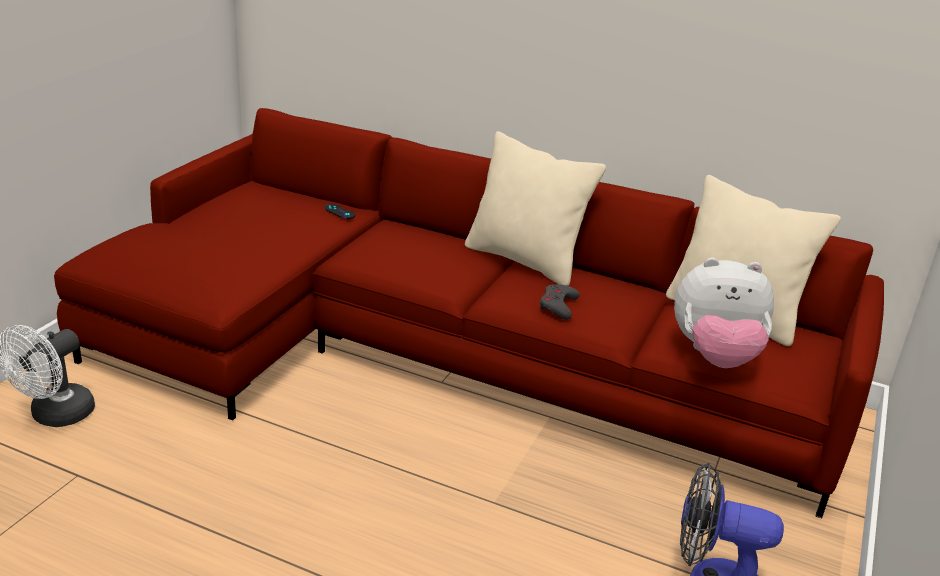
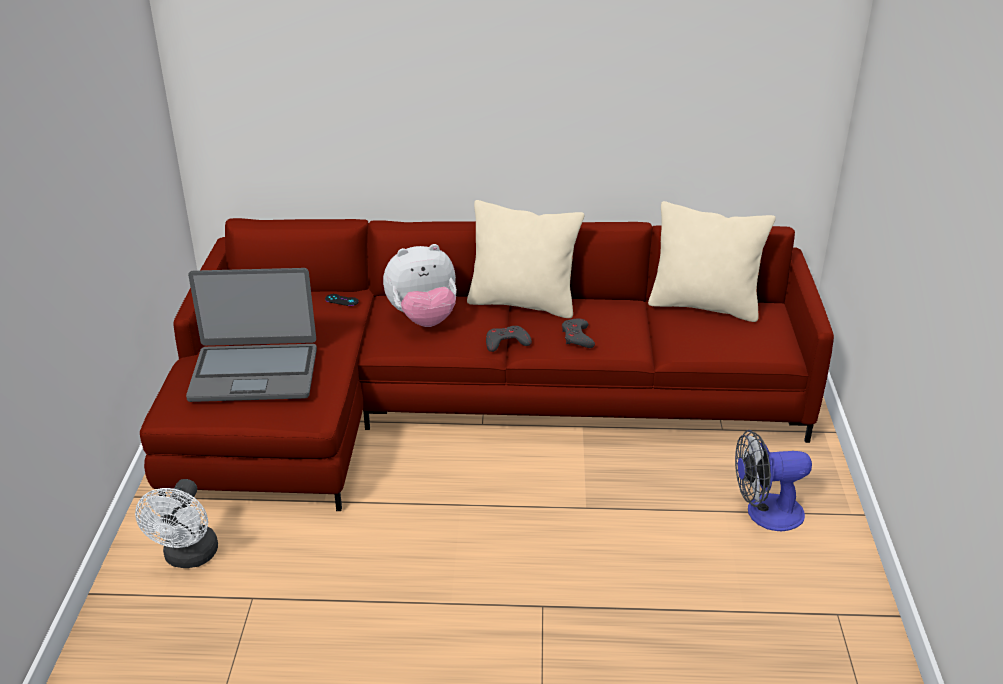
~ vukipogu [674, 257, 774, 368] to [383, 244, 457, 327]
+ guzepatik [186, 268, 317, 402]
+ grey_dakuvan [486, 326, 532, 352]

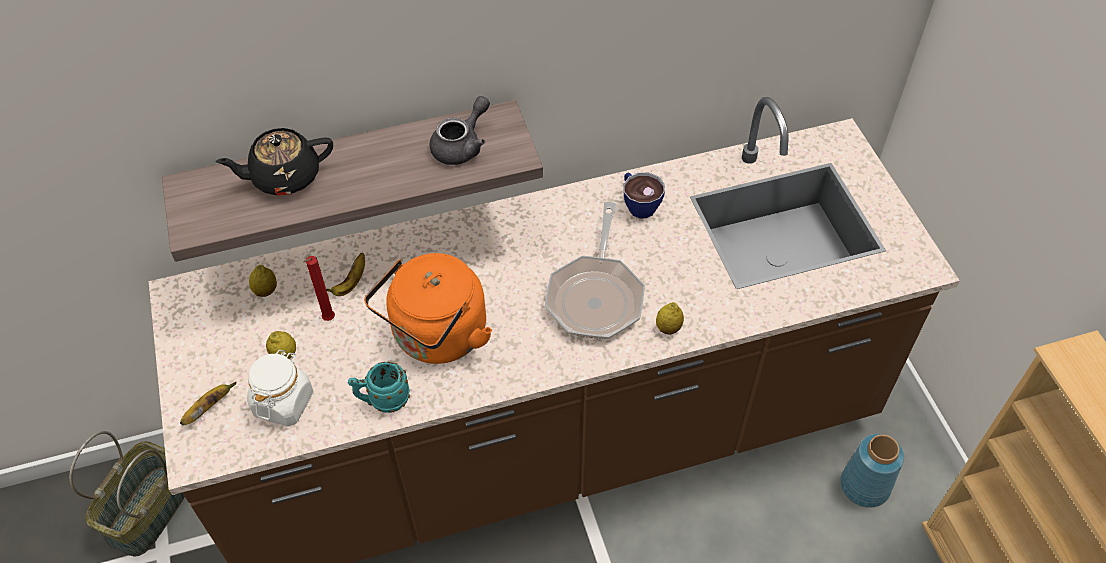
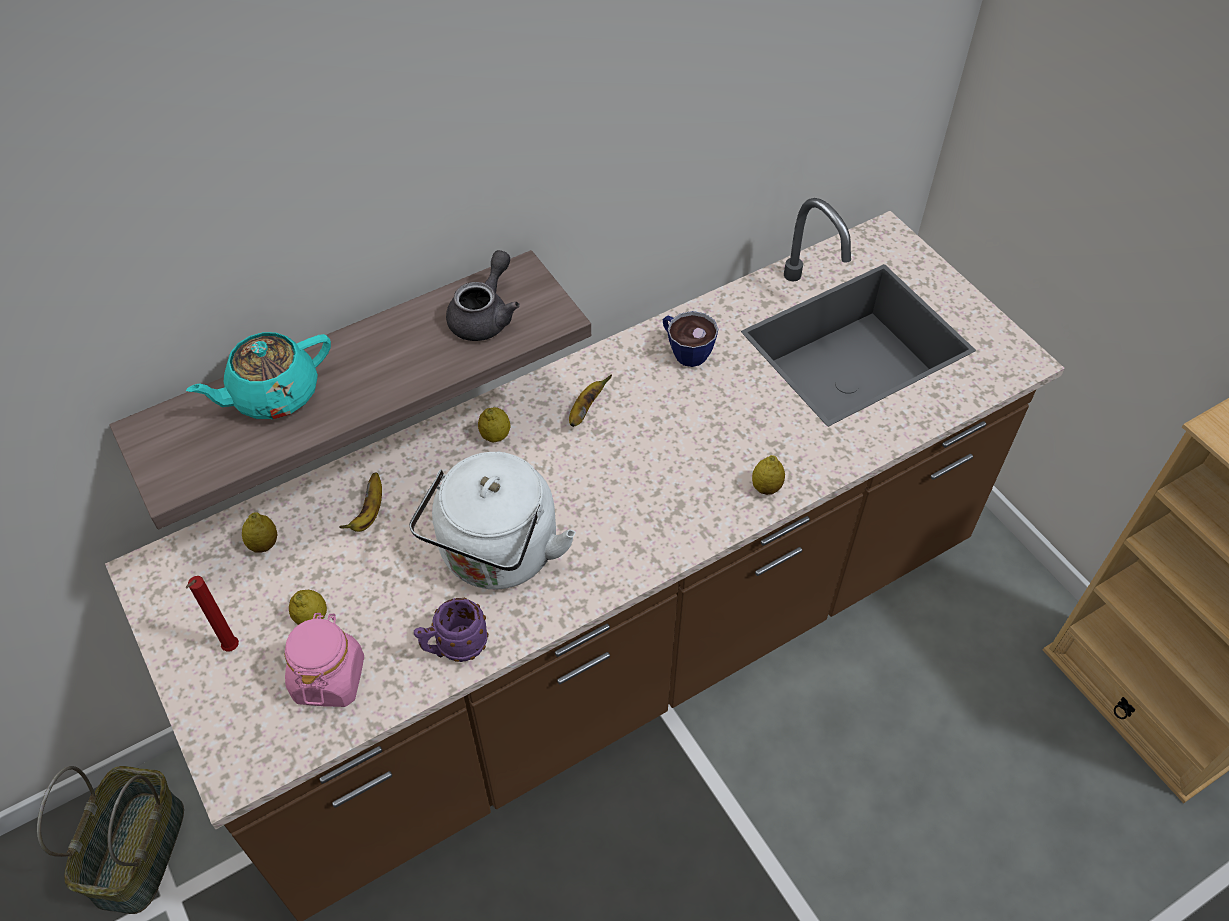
~ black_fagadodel [215, 128, 333, 196] to turquoise_fagadodel [186, 332, 331, 419]
- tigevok [545, 202, 645, 339]
~ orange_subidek [364, 253, 492, 364] to white_subidek [409, 452, 576, 589]
~ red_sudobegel [304, 256, 335, 321] to [186, 576, 239, 652]
~ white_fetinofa [247, 350, 313, 426] to pink_fetinofa [284, 613, 364, 707]
~ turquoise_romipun [348, 362, 410, 413] to purple_romipun [414, 598, 488, 662]
~ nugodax [180, 382, 237, 425] to [569, 374, 612, 427]
- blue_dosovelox [840, 434, 904, 508]
+ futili [478, 407, 511, 442]

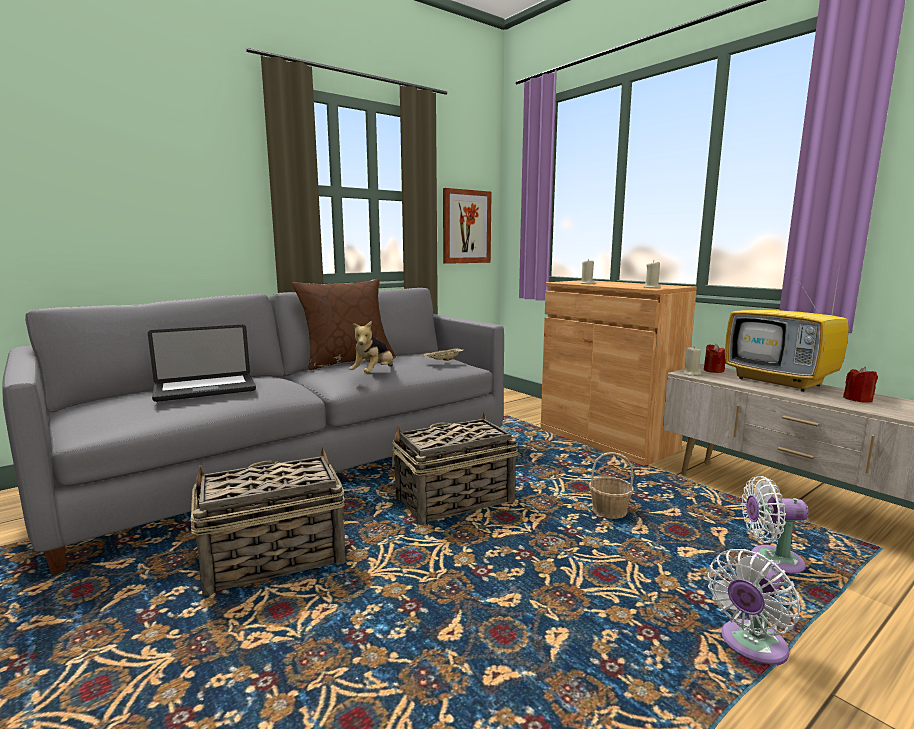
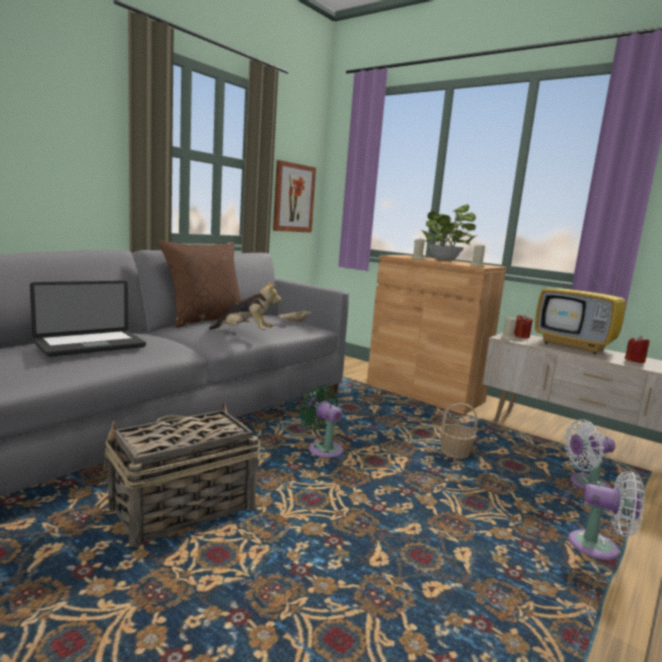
~ vukipogu [349, 321, 393, 373] = [209, 281, 281, 330] 90 degrees counterclockwise
~ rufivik [392, 412, 518, 525] to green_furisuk [299, 385, 343, 458]
~ white_furisuk [707, 549, 800, 666] = [568, 471, 645, 560] 105 degrees counterclockwise
+ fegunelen [422, 204, 477, 261]

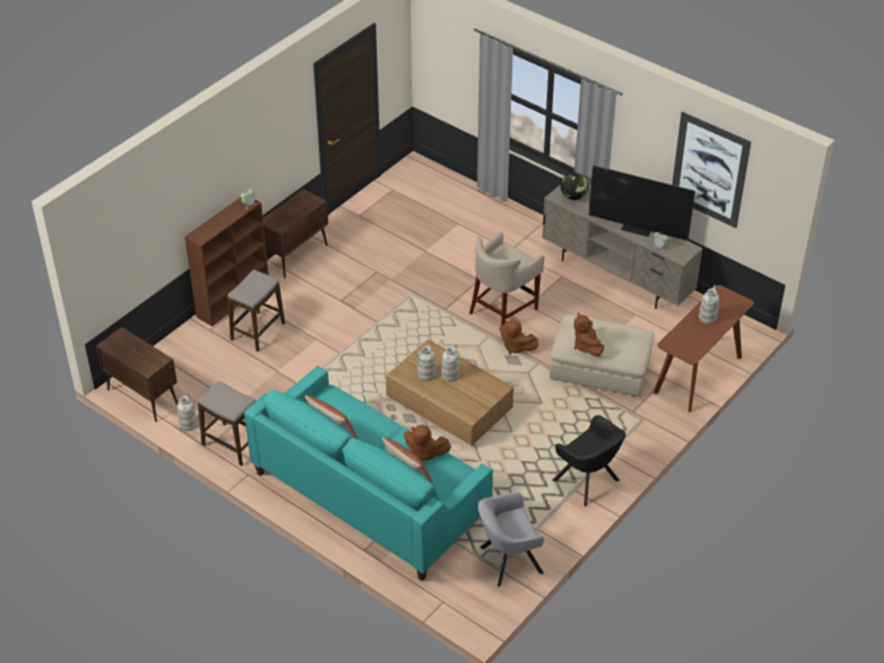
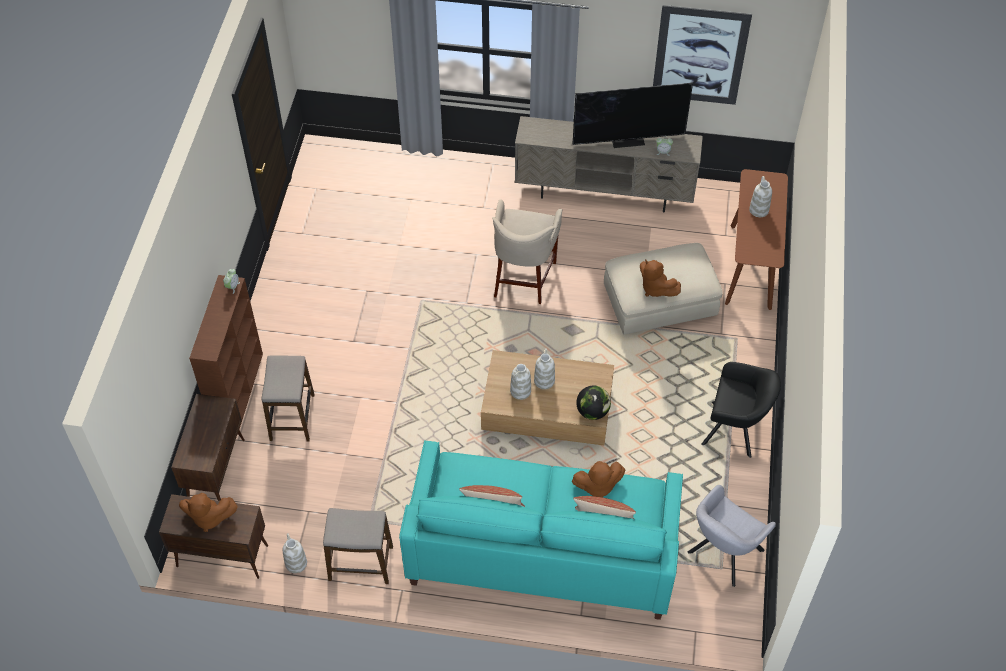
~ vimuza [561, 172, 588, 200] to [576, 385, 611, 420]
~ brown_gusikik [263, 189, 328, 278] to [171, 394, 245, 501]
~ brown_vukipogu [499, 320, 539, 354] to [179, 493, 238, 532]

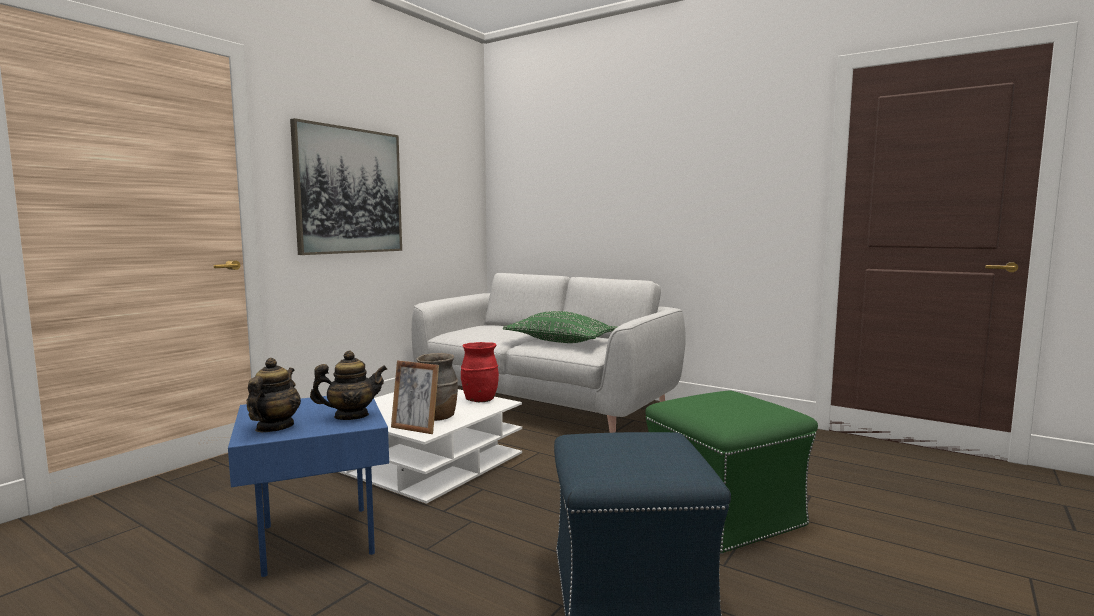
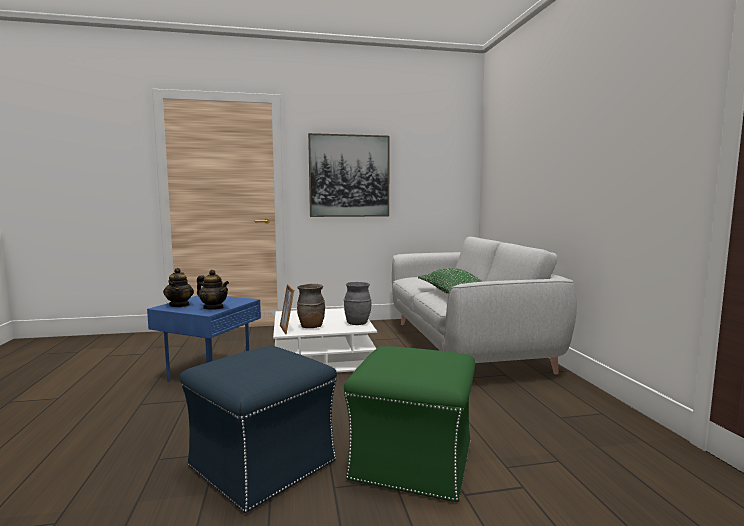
~ red_dosovelox [461, 342, 499, 402] to grey_dosovelox [344, 282, 371, 325]
~ fagadodel [247, 358, 301, 432] = [163, 268, 194, 307] 120 degrees clockwise

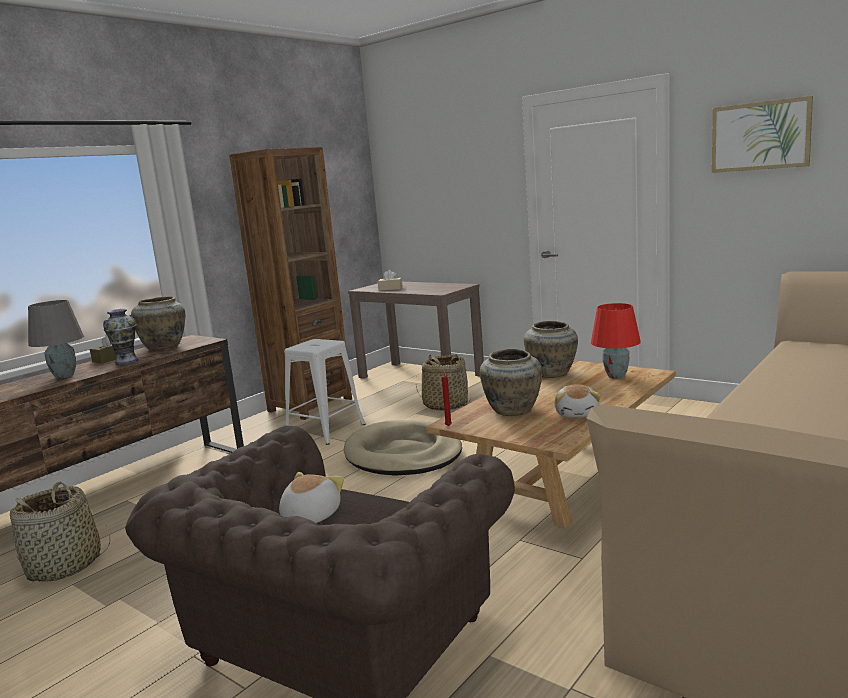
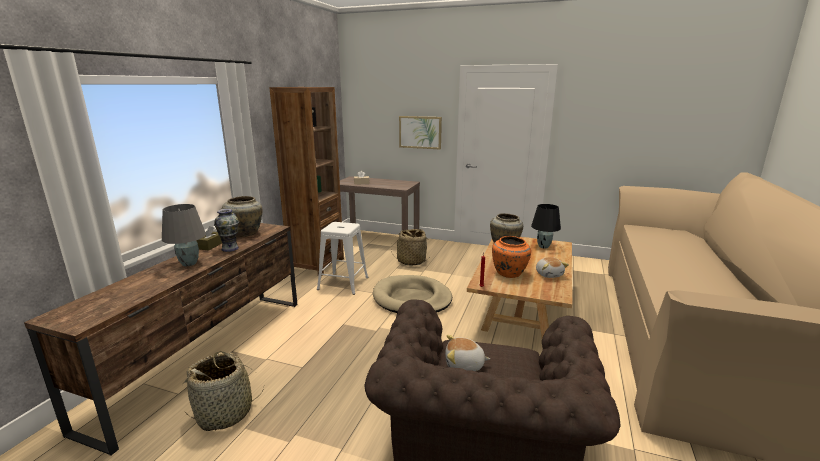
~ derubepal [712, 96, 813, 173] to [399, 116, 442, 149]
~ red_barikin [591, 303, 641, 379] to black_barikin [531, 204, 561, 249]
~ beige_dosovelox [480, 349, 542, 416] to orange_dosovelox [492, 236, 531, 278]
~ vukipogu [279, 472, 344, 523] = [445, 335, 490, 371] 90 degrees counterclockwise

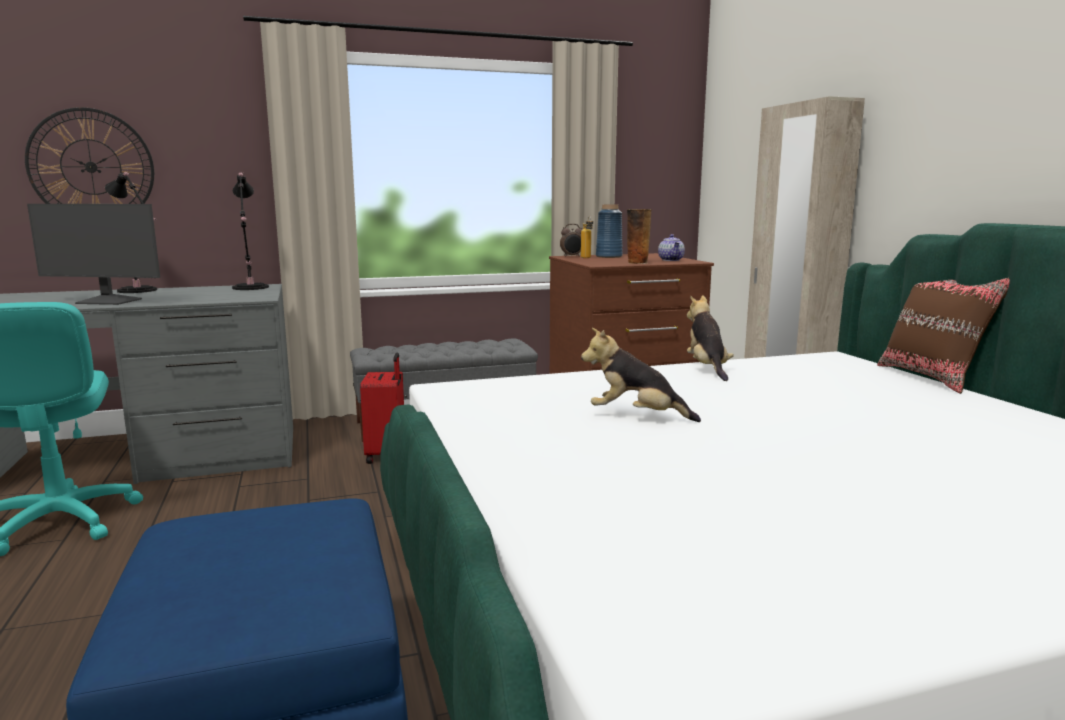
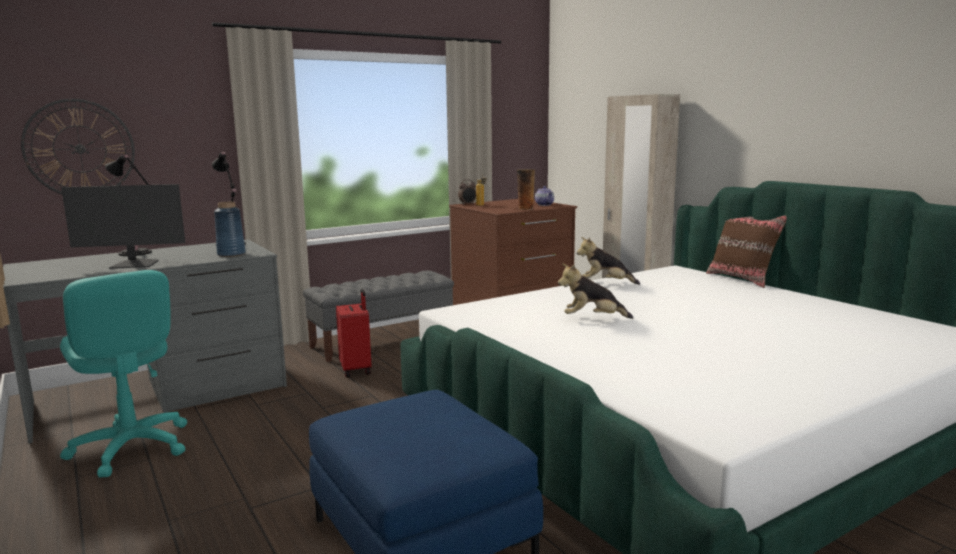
~ blue_dosovelox [596, 204, 622, 258] to [214, 202, 246, 257]
~ vukipogu [687, 295, 734, 381] = [577, 237, 640, 285] 60 degrees counterclockwise

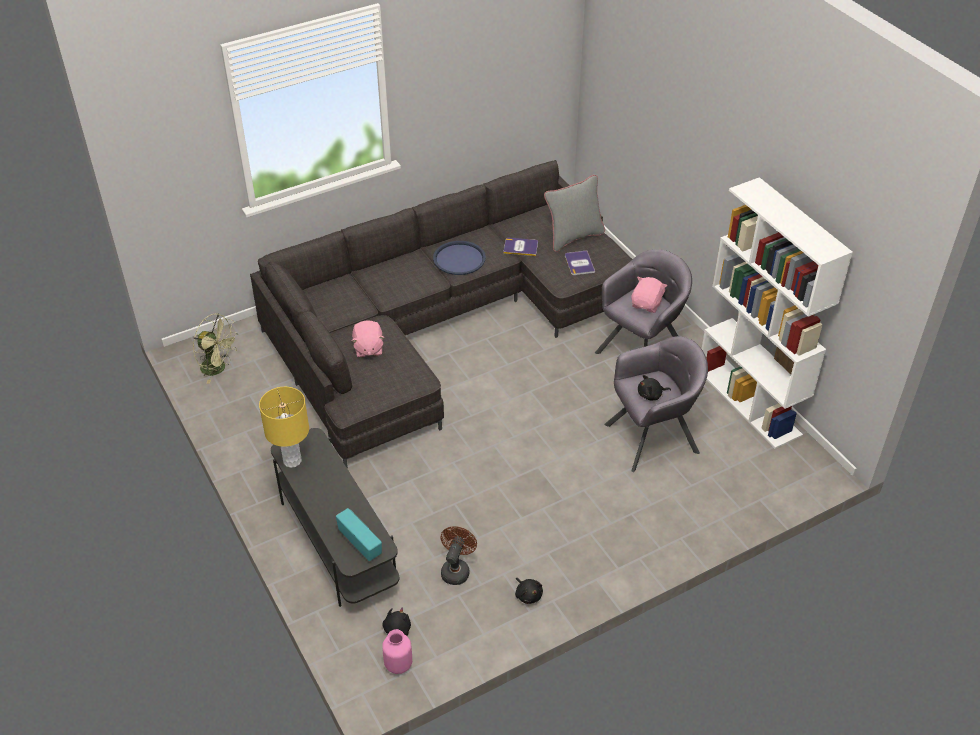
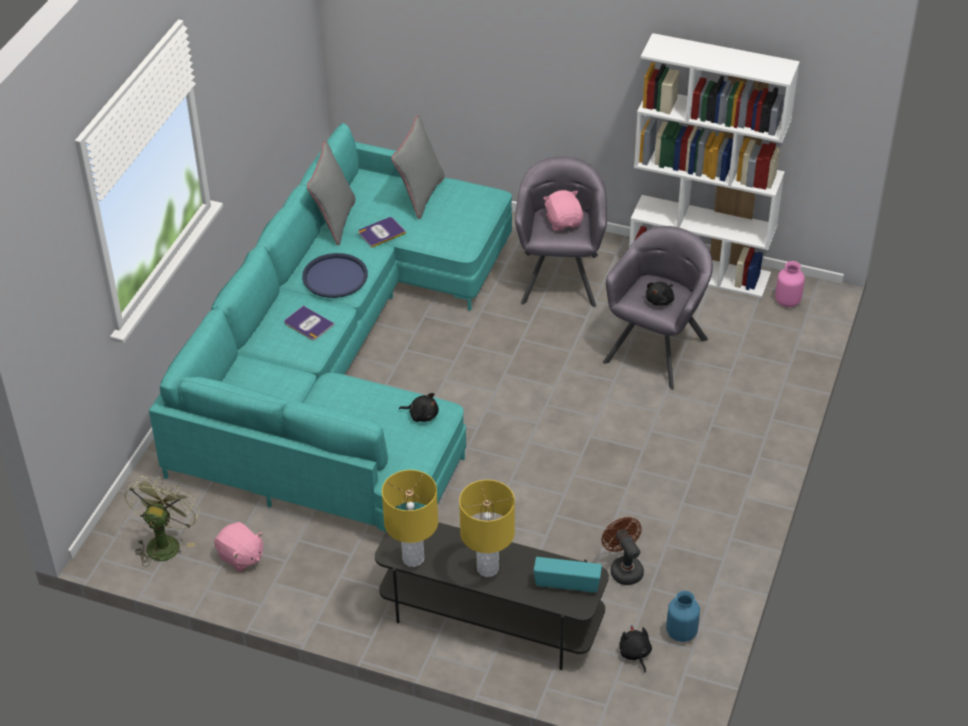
~ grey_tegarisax [250, 160, 633, 468] to turquoise_tegarisax [149, 123, 512, 532]
~ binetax [565, 251, 595, 275] to [284, 306, 334, 340]
~ green_furisuk [193, 313, 239, 384] = [124, 476, 200, 567] 60 degrees counterclockwise
~ pink_vukipogu [352, 321, 384, 358] to [214, 522, 263, 572]
~ black_vukipogu [515, 577, 543, 604] to [399, 393, 439, 422]
~ pink_dosovelox [382, 629, 412, 674] to [775, 261, 805, 307]
+ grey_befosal [307, 141, 355, 245]
+ yellow_barikin [459, 480, 515, 577]
+ blue_dosovelox [666, 591, 700, 642]

